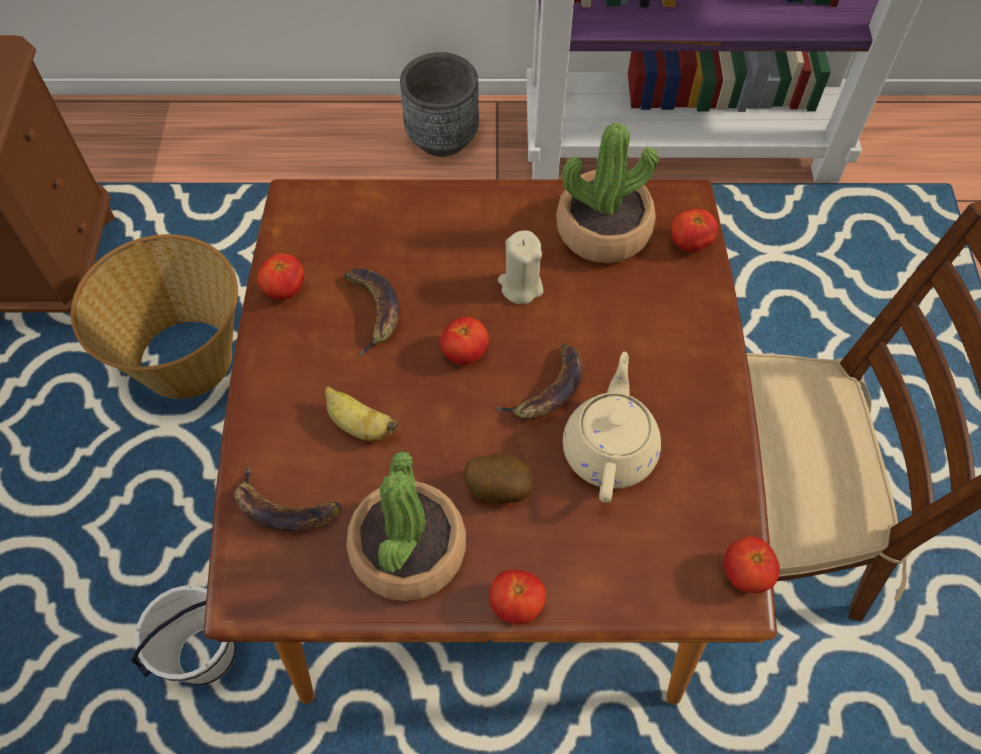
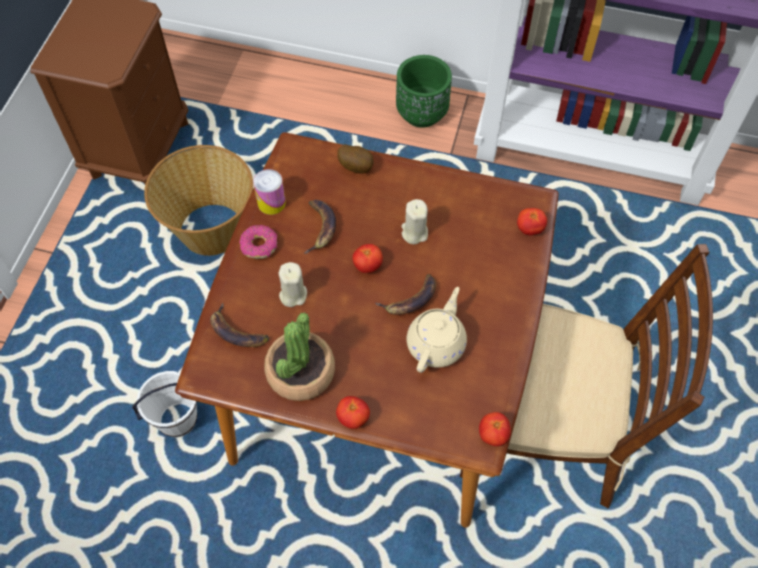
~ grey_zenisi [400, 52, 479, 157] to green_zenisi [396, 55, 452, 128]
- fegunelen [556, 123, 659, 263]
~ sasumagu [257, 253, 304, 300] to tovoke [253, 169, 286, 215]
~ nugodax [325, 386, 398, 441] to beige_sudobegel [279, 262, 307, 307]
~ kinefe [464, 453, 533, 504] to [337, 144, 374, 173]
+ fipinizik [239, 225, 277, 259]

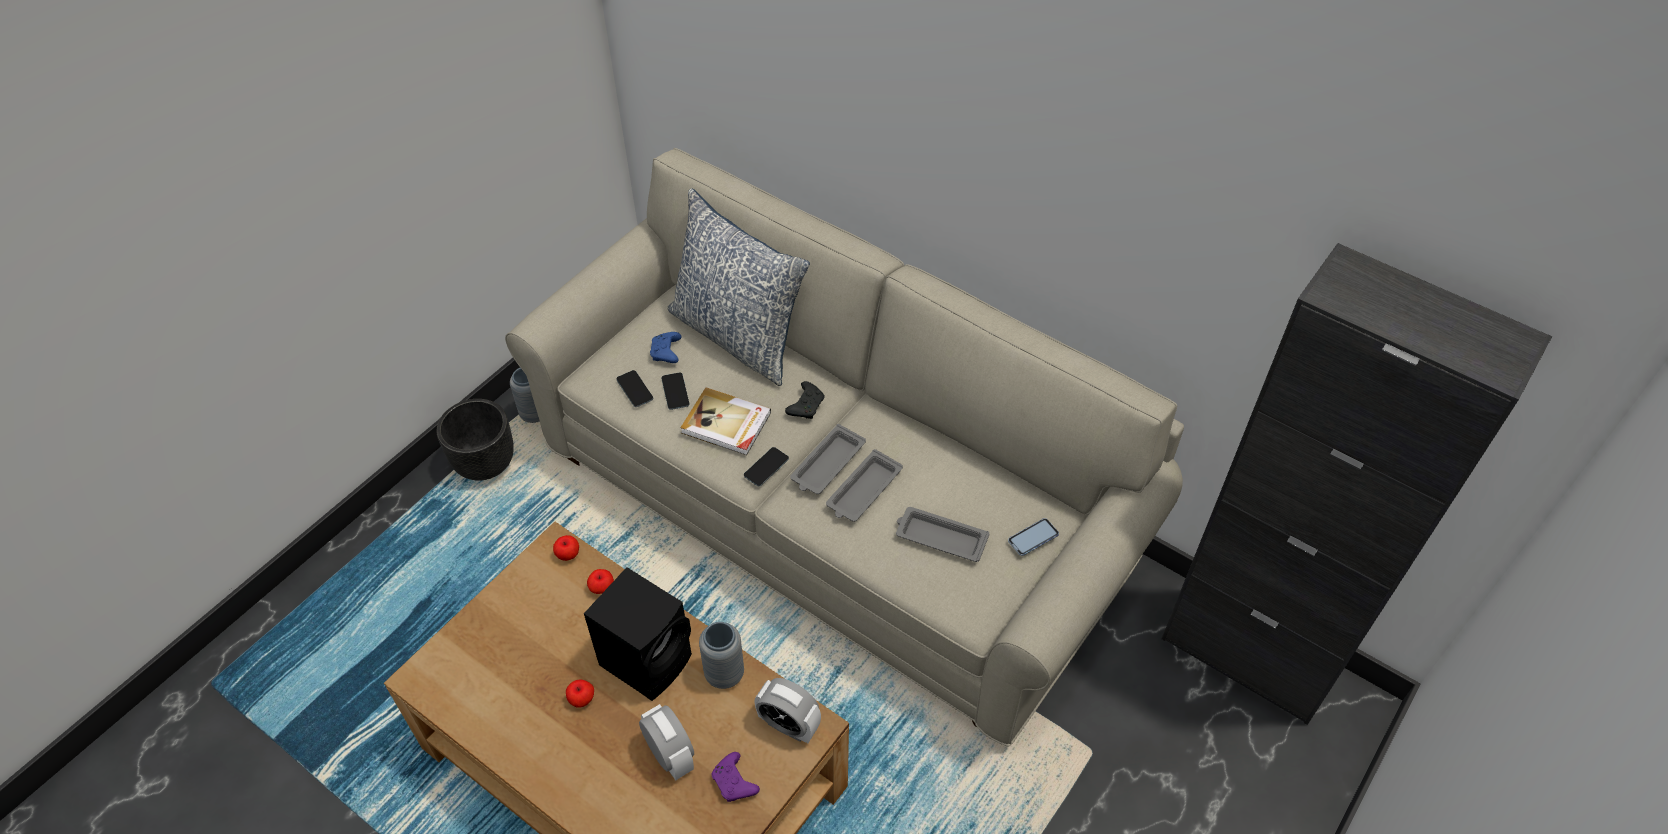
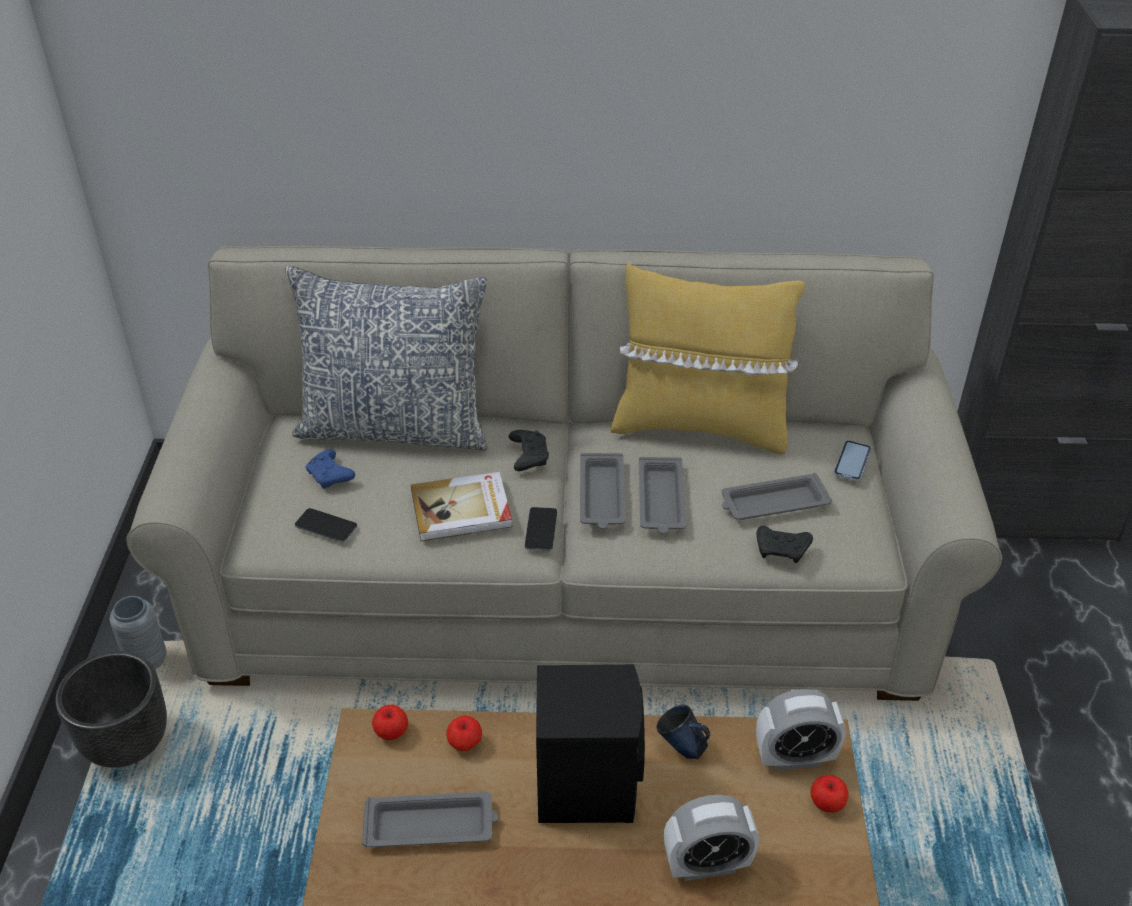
- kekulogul [661, 372, 690, 410]
~ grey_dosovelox [699, 622, 744, 689] to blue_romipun [656, 705, 711, 759]
~ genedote [566, 679, 594, 708] to [810, 775, 849, 812]
~ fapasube [639, 704, 694, 780] = [664, 795, 759, 881] 150 degrees clockwise
- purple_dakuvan [711, 752, 760, 802]
+ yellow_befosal [610, 263, 805, 454]
+ black_dakuvan [757, 526, 813, 563]
+ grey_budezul [362, 792, 498, 847]

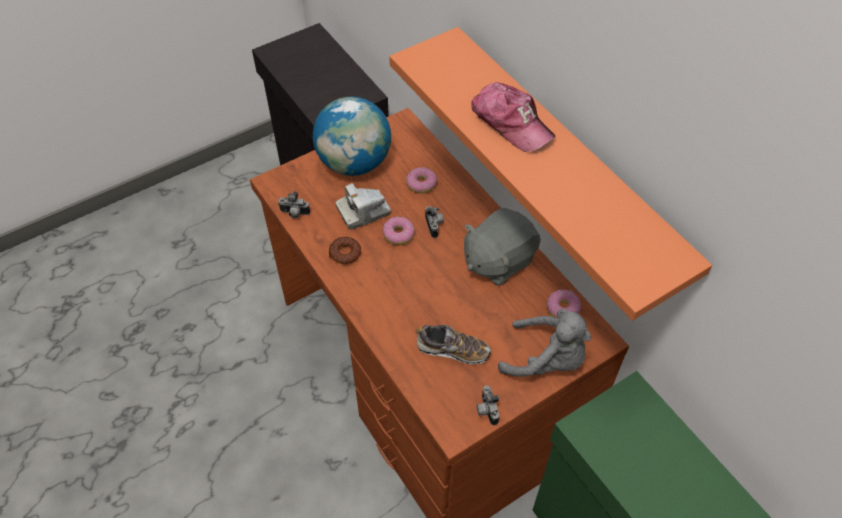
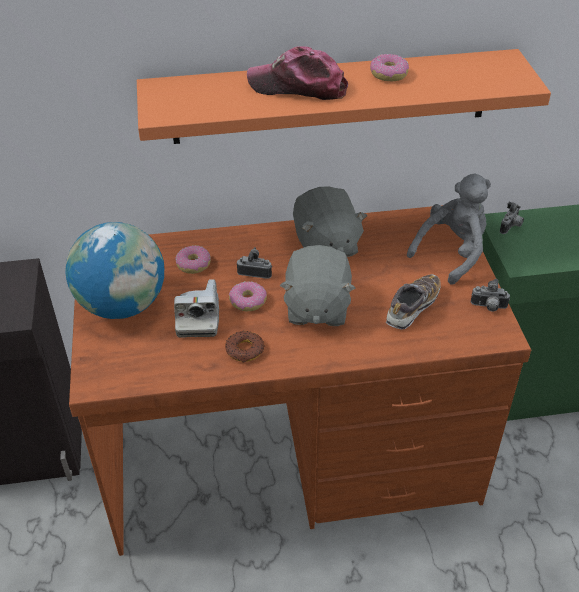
~ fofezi [471, 82, 556, 152] = [247, 46, 348, 100] 150 degrees counterclockwise
~ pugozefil [278, 191, 310, 218] to [500, 202, 524, 234]
~ fipinizik [547, 289, 581, 318] to [370, 54, 409, 81]
+ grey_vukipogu [280, 245, 356, 326]

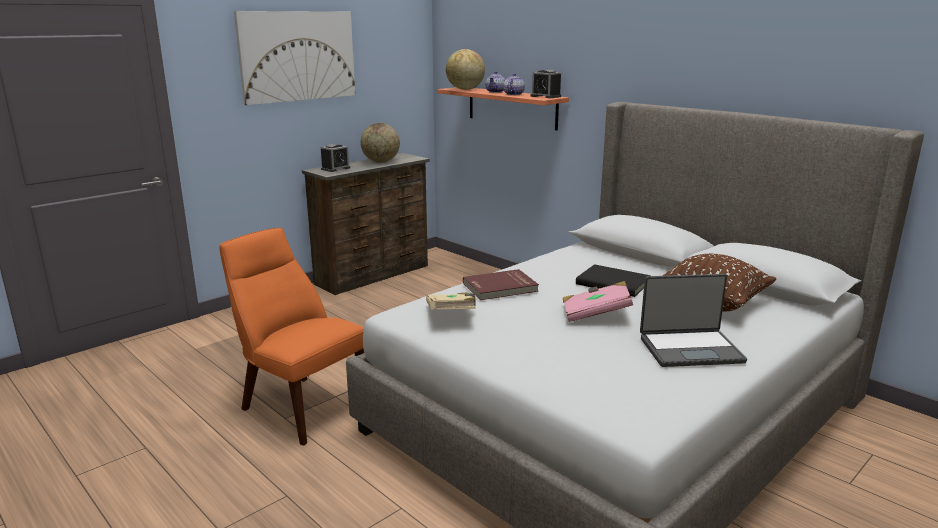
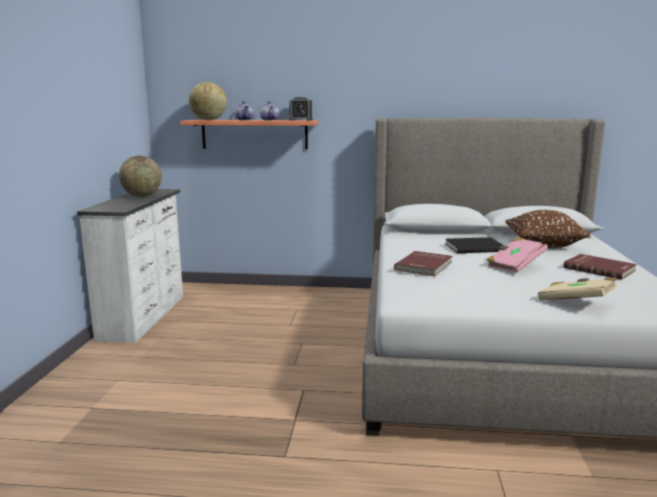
- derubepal [234, 11, 355, 105]
- fapasube [321, 144, 350, 172]
~ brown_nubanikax [302, 153, 430, 295] to white_nubanikax [77, 189, 183, 343]
- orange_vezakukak [219, 228, 364, 446]
~ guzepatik [640, 274, 747, 367] to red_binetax [564, 254, 637, 280]
~ beige_binetax [426, 292, 476, 310] to [538, 277, 617, 300]

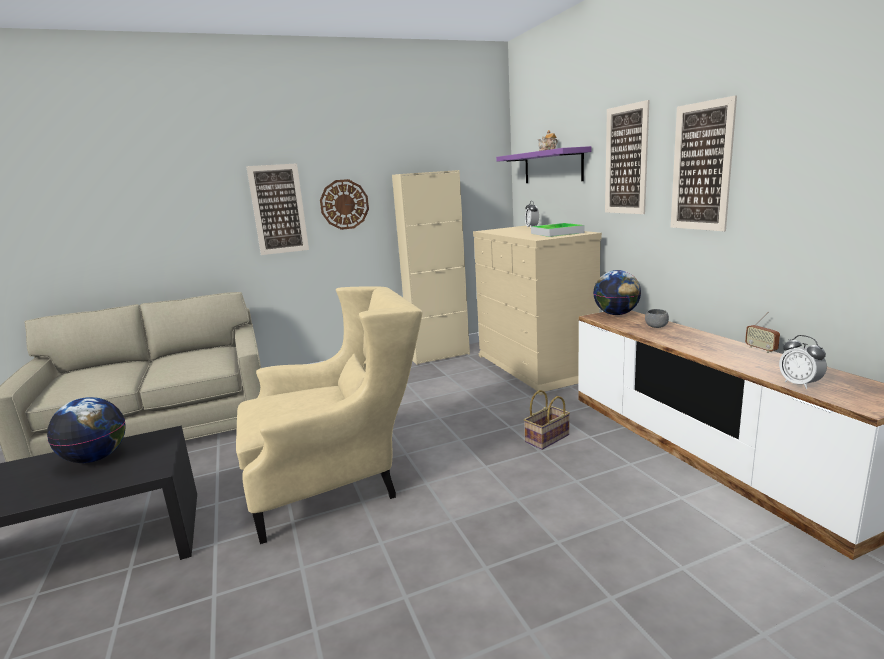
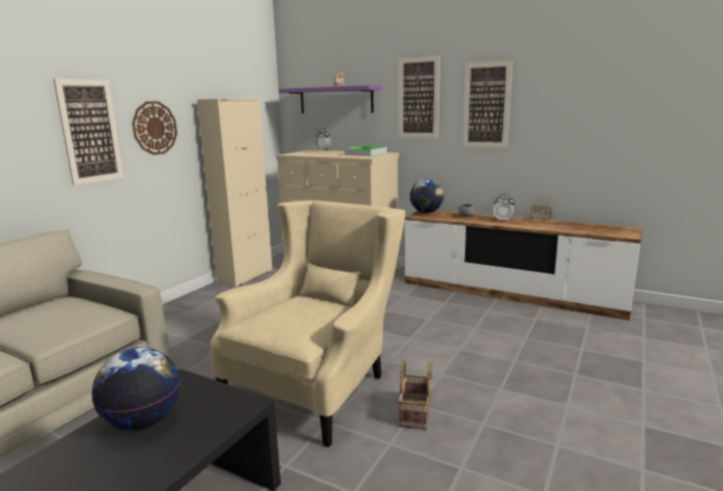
~ fapasube [779, 335, 827, 389] to [493, 194, 514, 221]
~ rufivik [524, 390, 570, 450] to [398, 360, 432, 430]

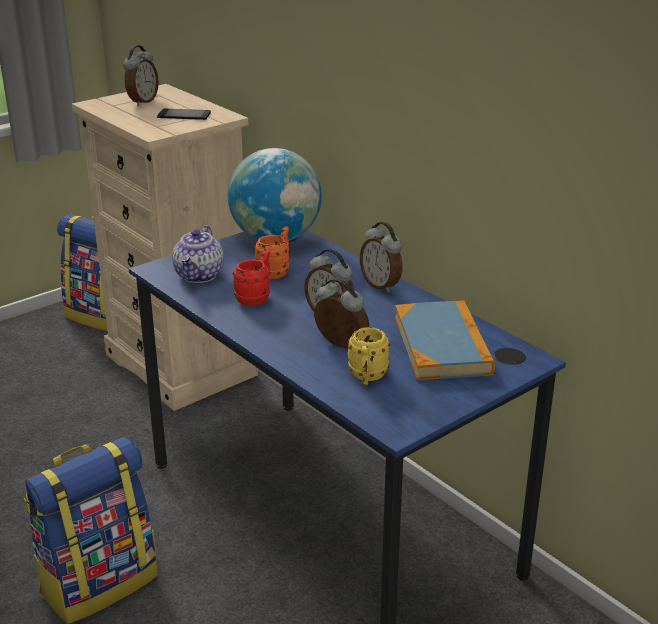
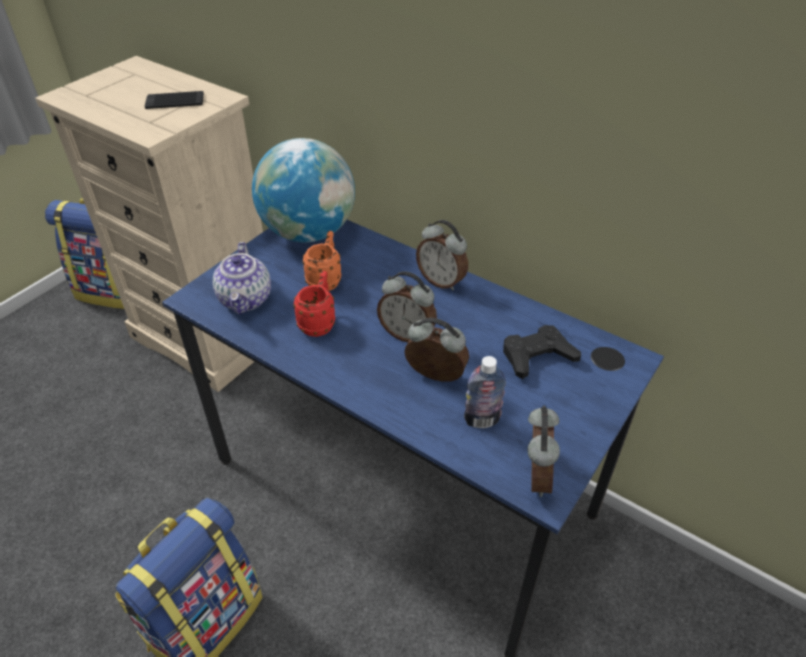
~ fapasube [123, 45, 159, 106] to [527, 406, 560, 497]
~ binetax [395, 300, 495, 380] to black_dakuvan [503, 325, 581, 379]
~ yellow_romipun [348, 327, 390, 385] to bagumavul [464, 356, 506, 428]

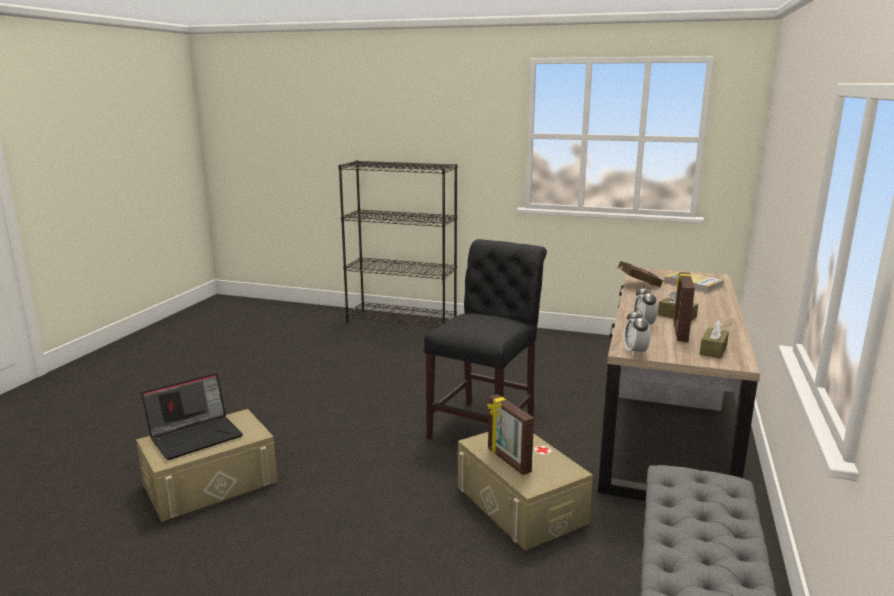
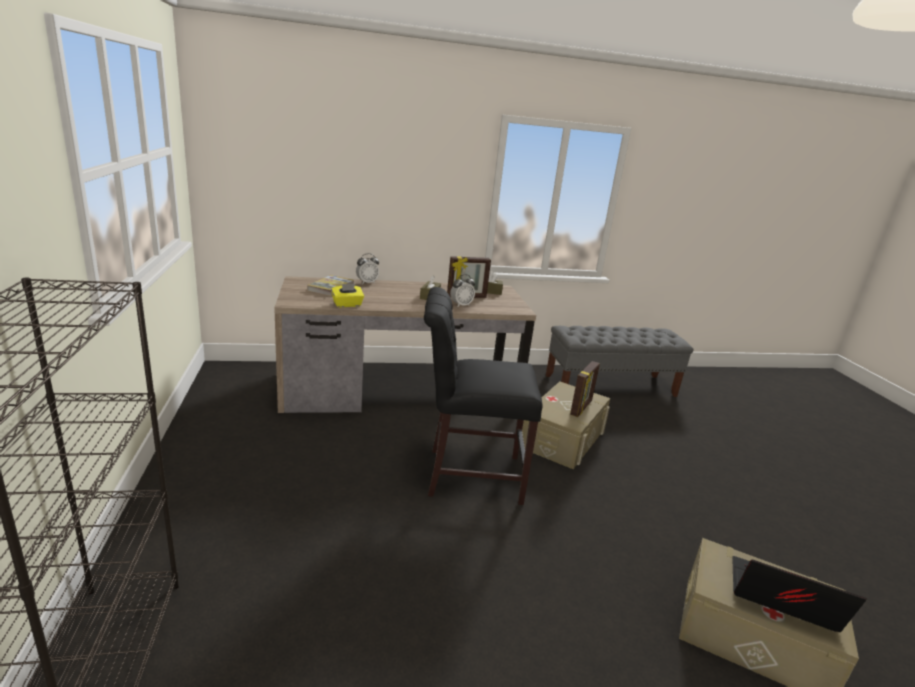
~ red_binetax [616, 261, 664, 287] to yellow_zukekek [331, 284, 364, 307]
~ fapasube [624, 308, 650, 356] to [356, 253, 379, 284]

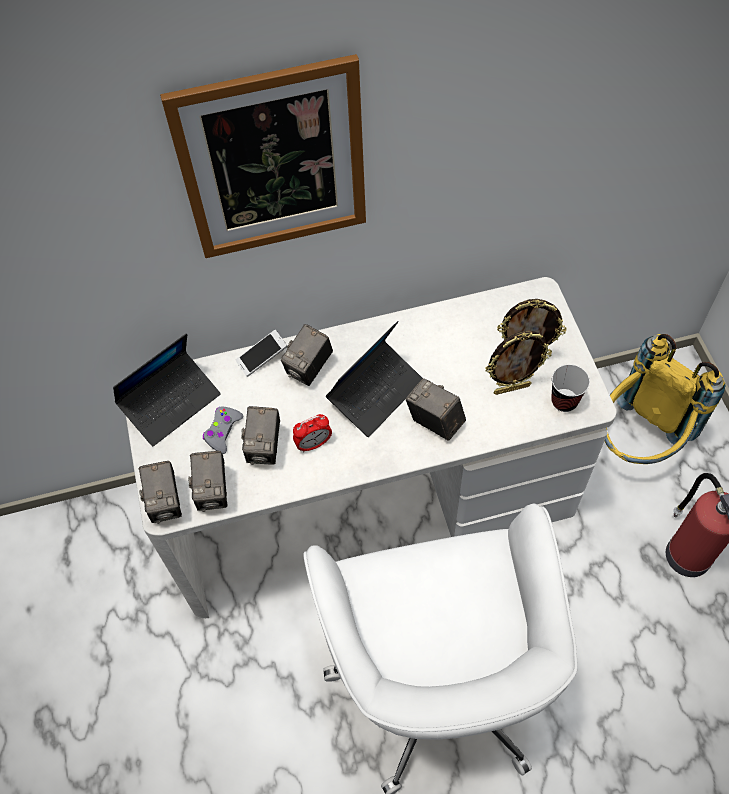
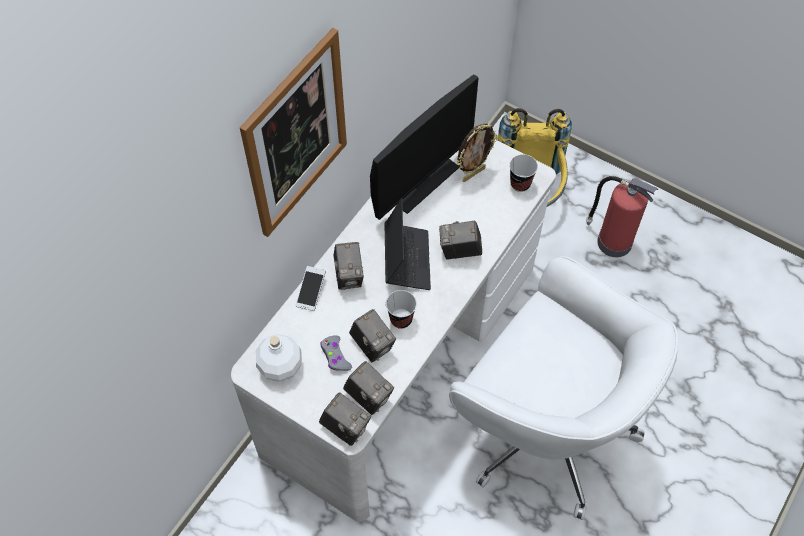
- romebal [485, 331, 552, 395]
~ guzepatik [113, 333, 221, 446] to white_bagumavul [256, 334, 302, 382]
~ fapasube [293, 414, 332, 452] to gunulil [386, 290, 417, 329]
+ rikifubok [370, 75, 479, 220]

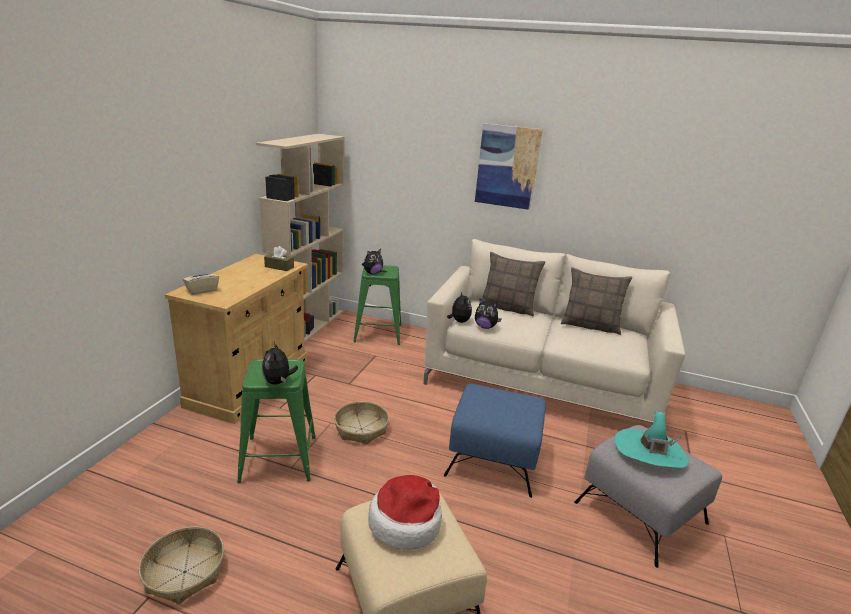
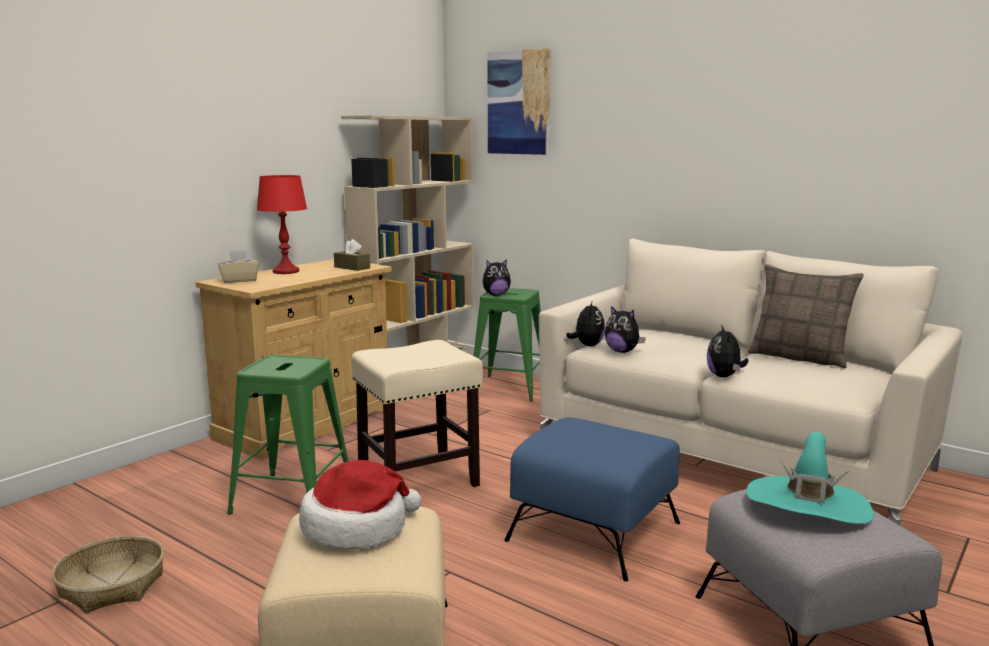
~ derubepal [475, 123, 543, 210] to [488, 48, 551, 155]
- befosal [479, 252, 545, 317]
~ vukipogu [262, 342, 298, 384] to [707, 324, 749, 377]
~ rufivik [334, 402, 389, 445] to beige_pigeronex [351, 340, 483, 487]
+ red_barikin [257, 175, 307, 274]

